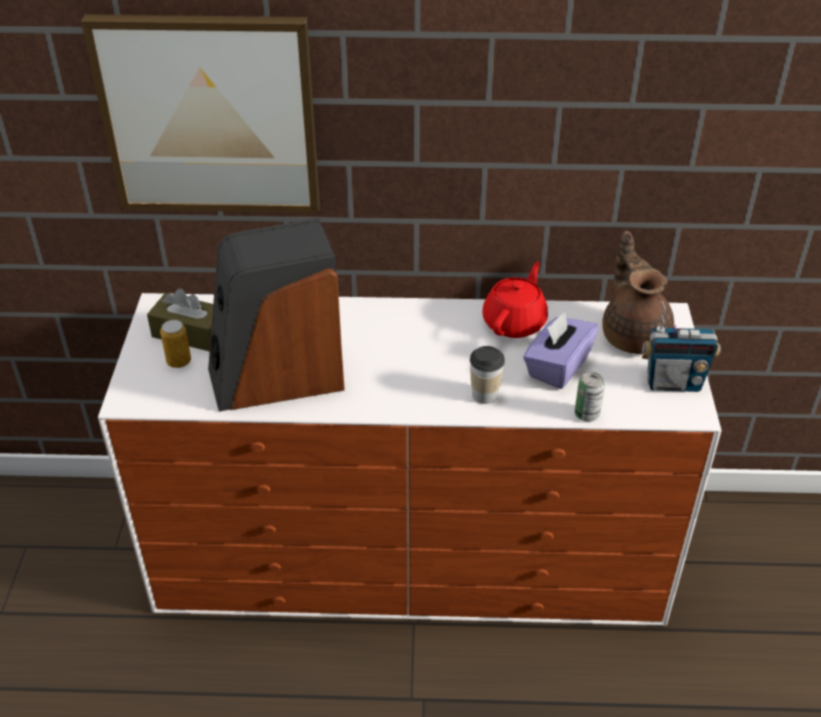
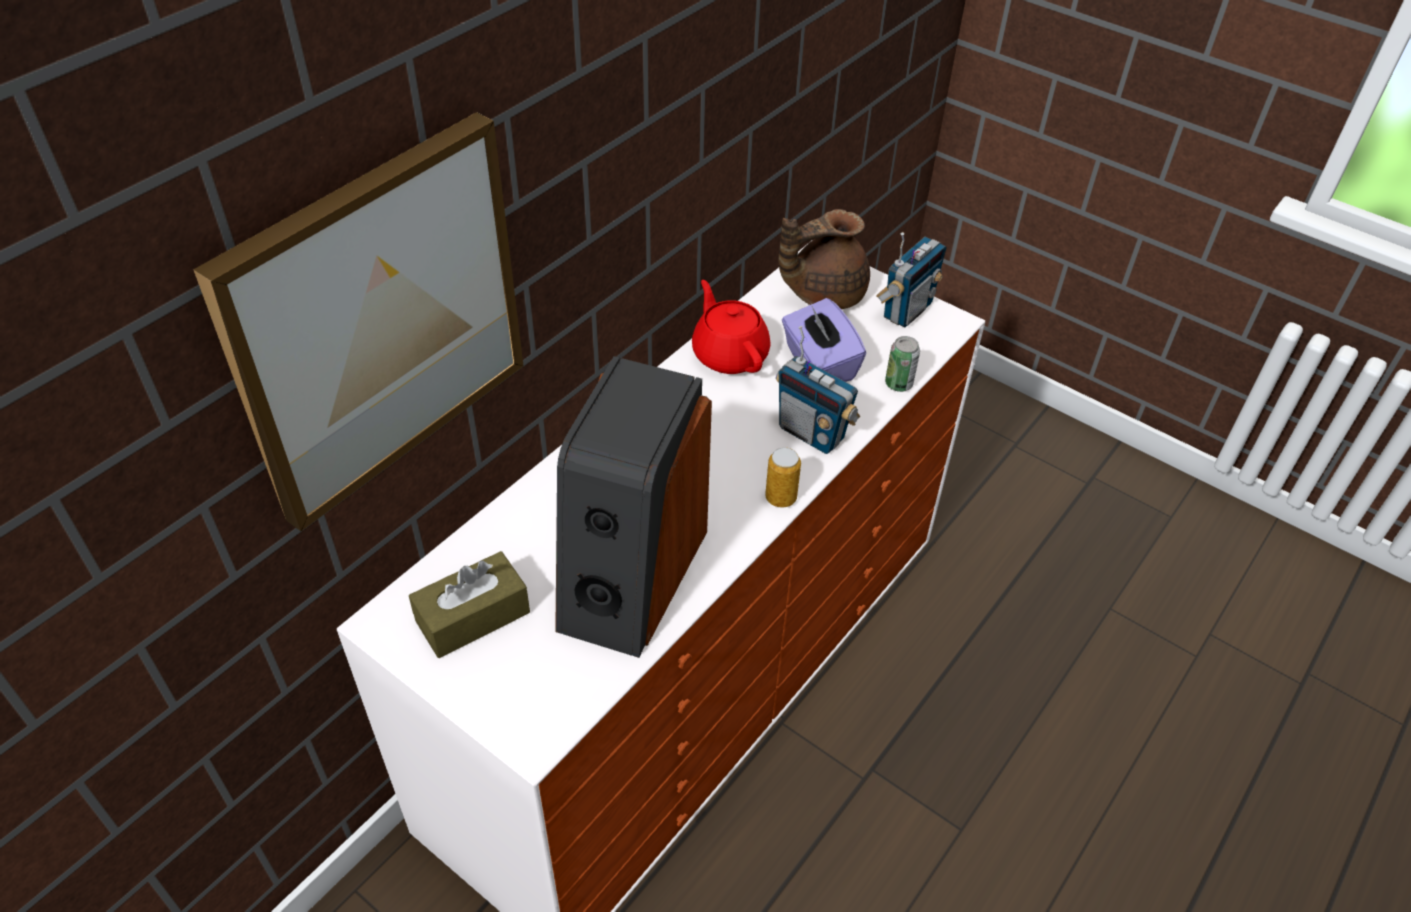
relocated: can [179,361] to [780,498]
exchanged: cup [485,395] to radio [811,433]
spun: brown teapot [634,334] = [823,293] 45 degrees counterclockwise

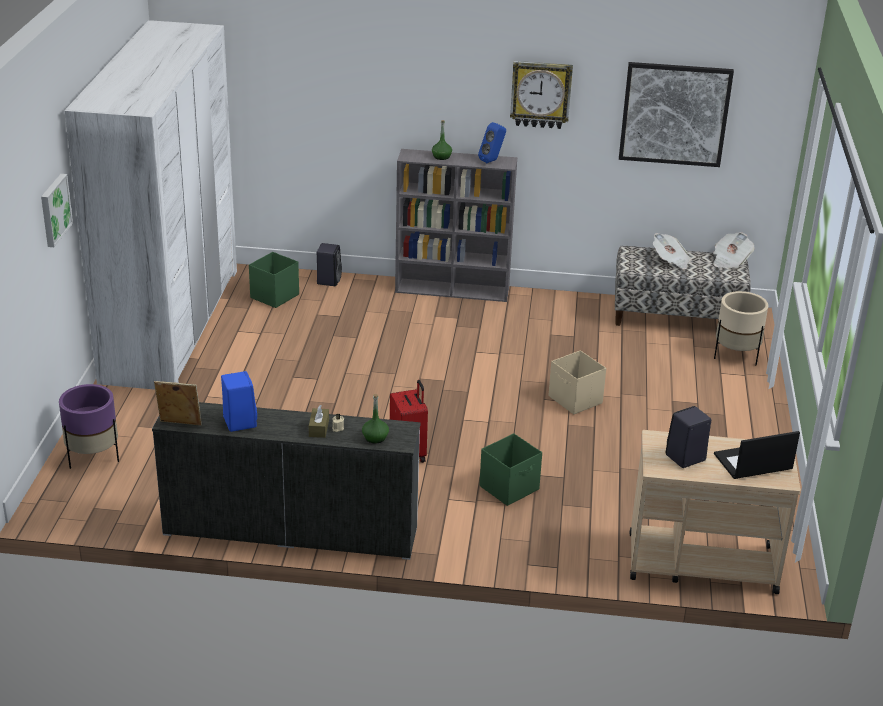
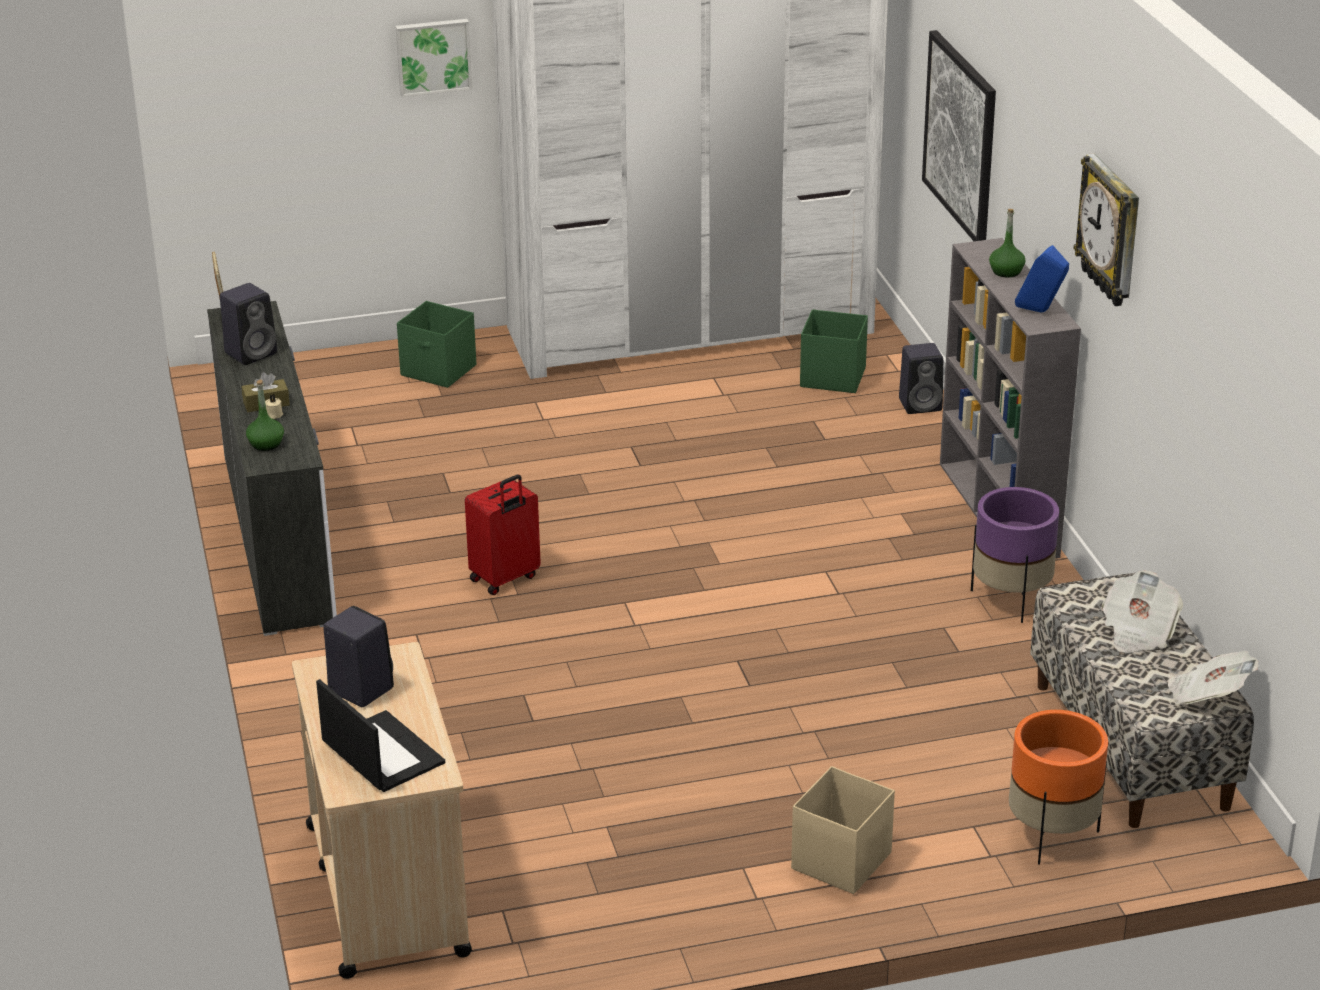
relocated: purple planter [93,457] to [1011,599]; green storage box [510,488] to [439,371]; beige storage box [575,400] to [840,862]; picture [674,114] to [961,136]
colour: blue speaker [239,421] to black speaker [252,352]; beige planter [736,356] to orange planter [1051,835]

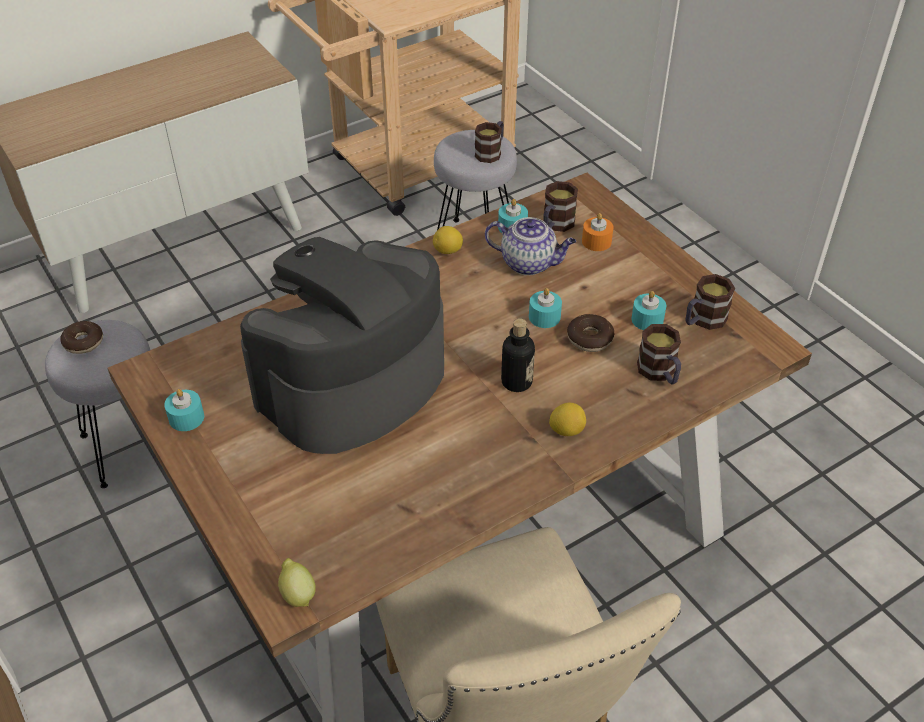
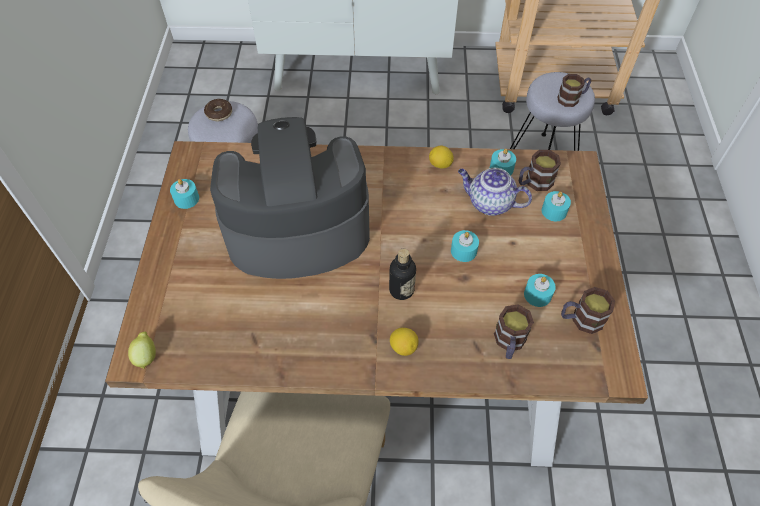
missing: donut [589,338]
colour: orange candle [596,241] to turquoise candle [554,211]
spun: teapot [529,263] = [489,203] 150 degrees clockwise

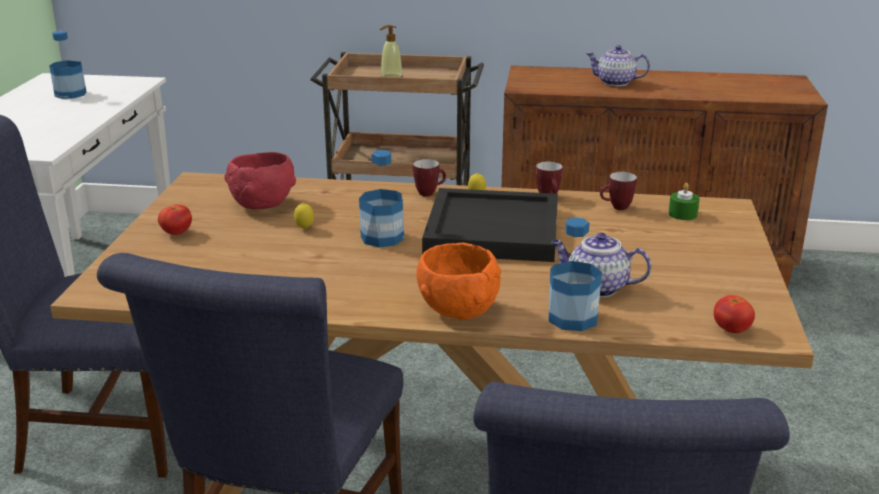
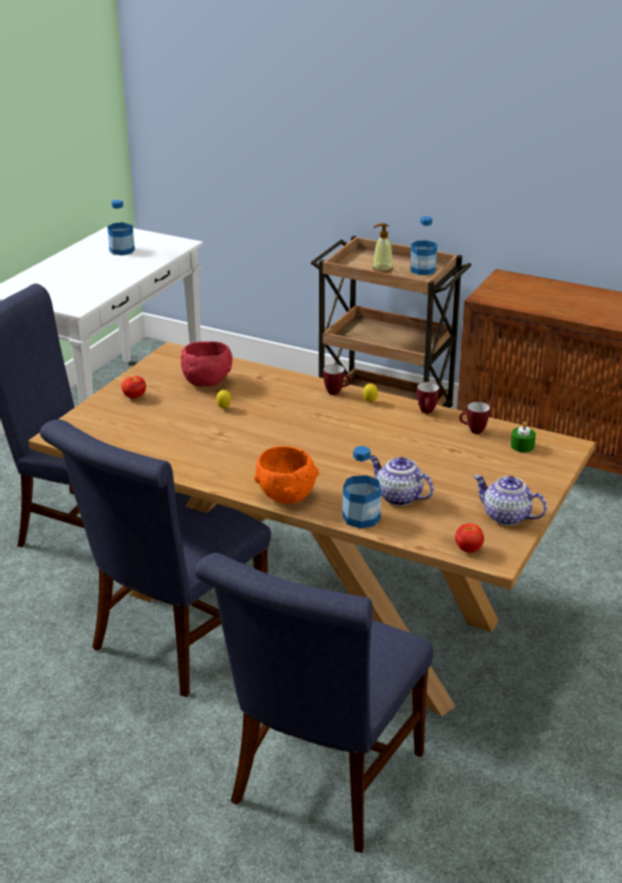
missing: black tray [494,230]
relocated: bottle [382,238] to [423,270]; teapot [616,82] to [507,517]

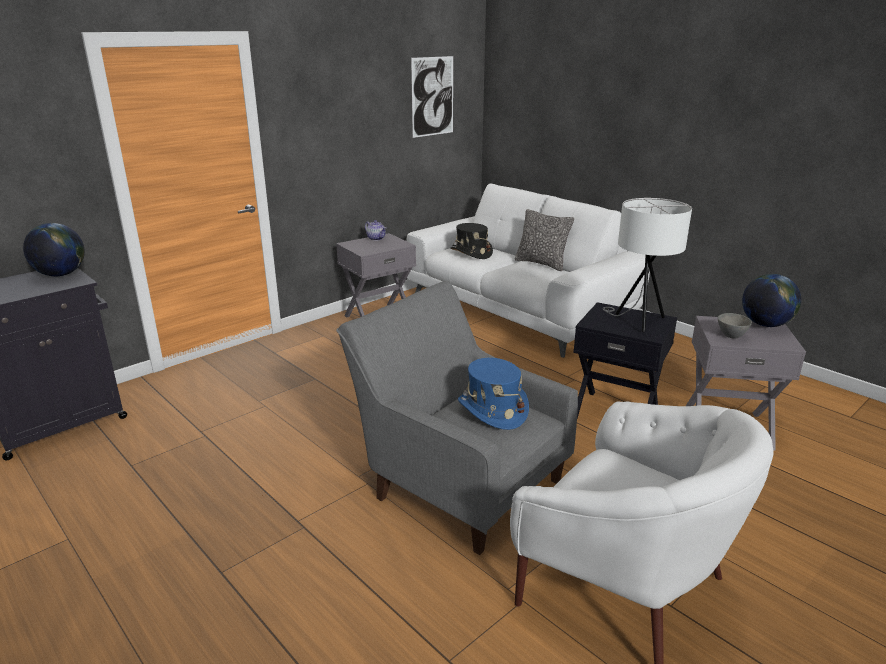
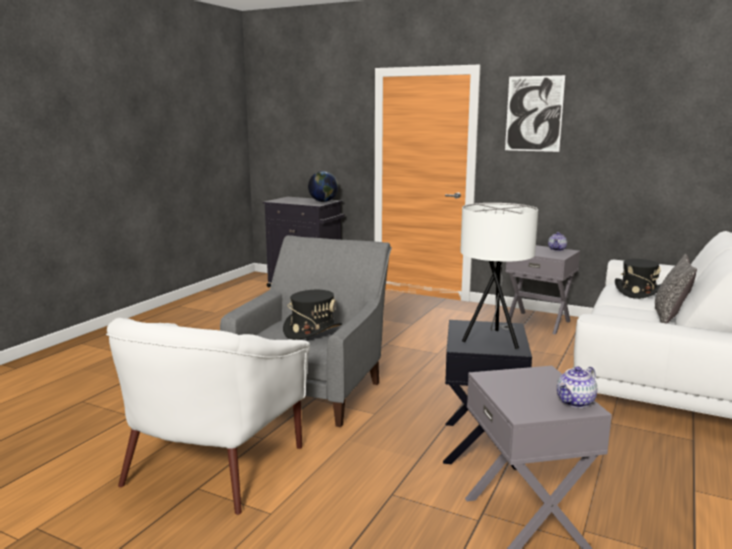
missing: grey bowl [731,335]
relocated: picture [432,96] to [534,114]
exchanged: globe [765,325] to teapot [575,402]
colour: blue hat [492,410] to black hat [312,330]

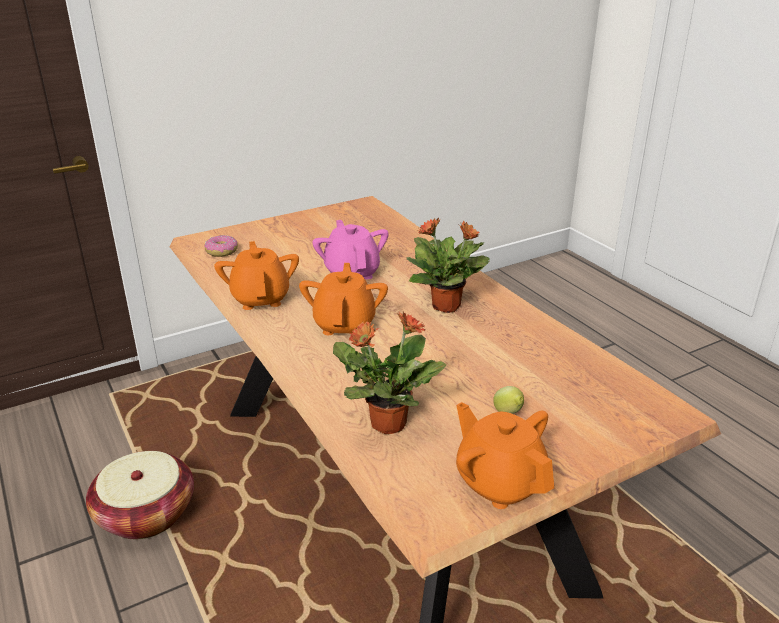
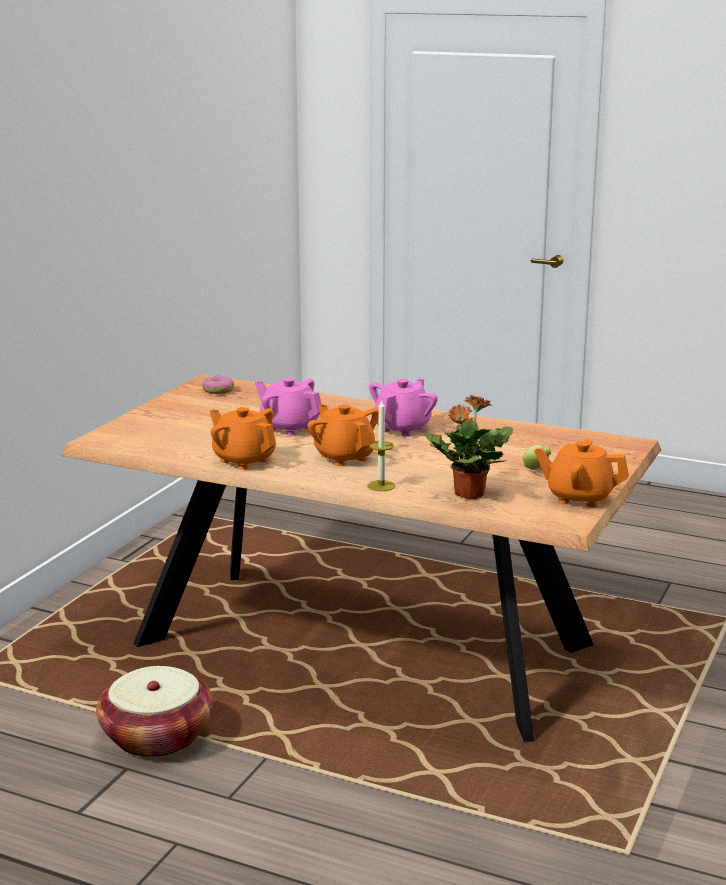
appeared: candle [381,486]
relocated: donut [222,251] to [218,390]
exchanged: potted plant [447,306] to pink teapot [402,428]

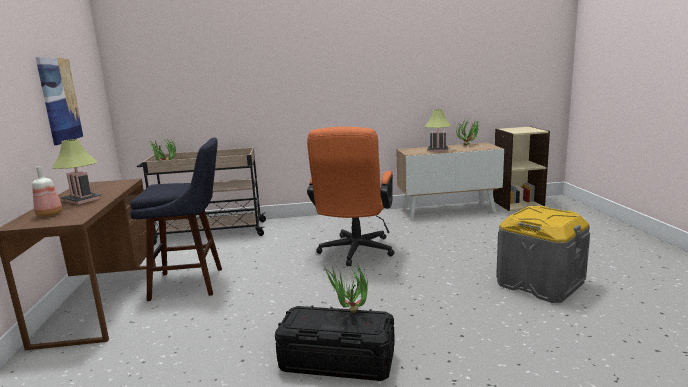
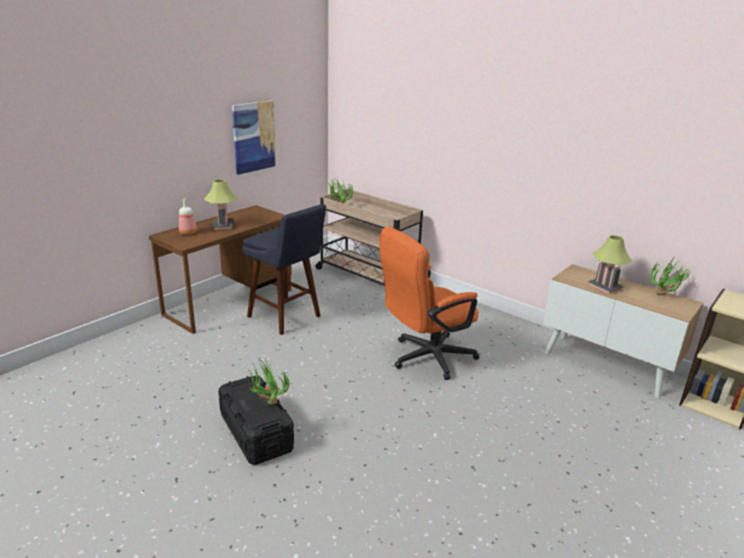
missing: grey storage box [539,283]

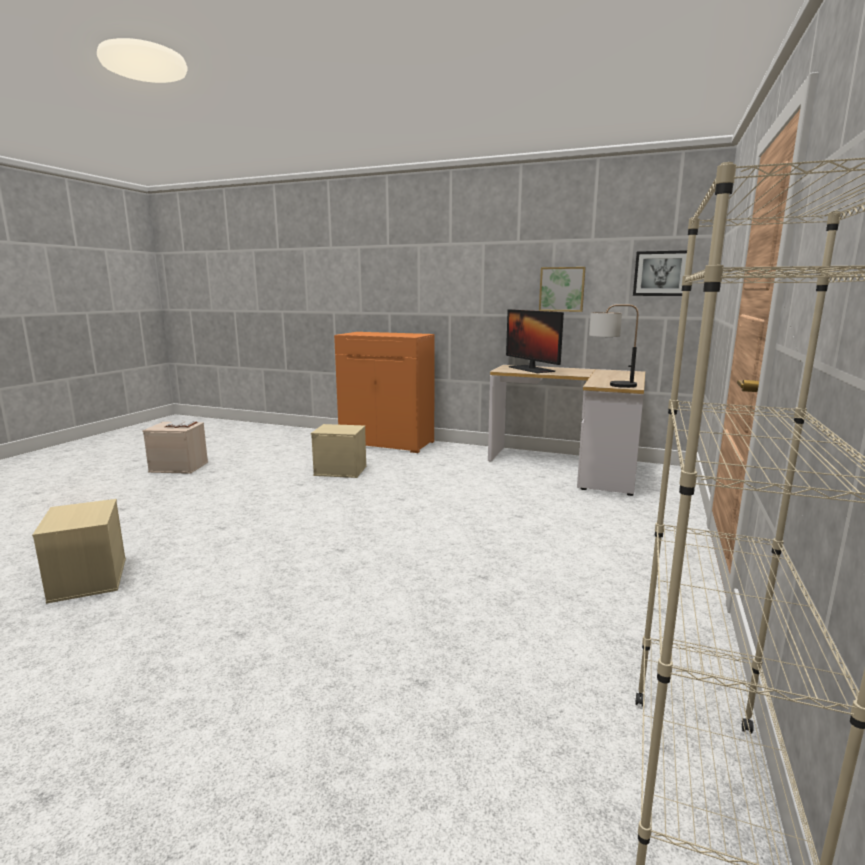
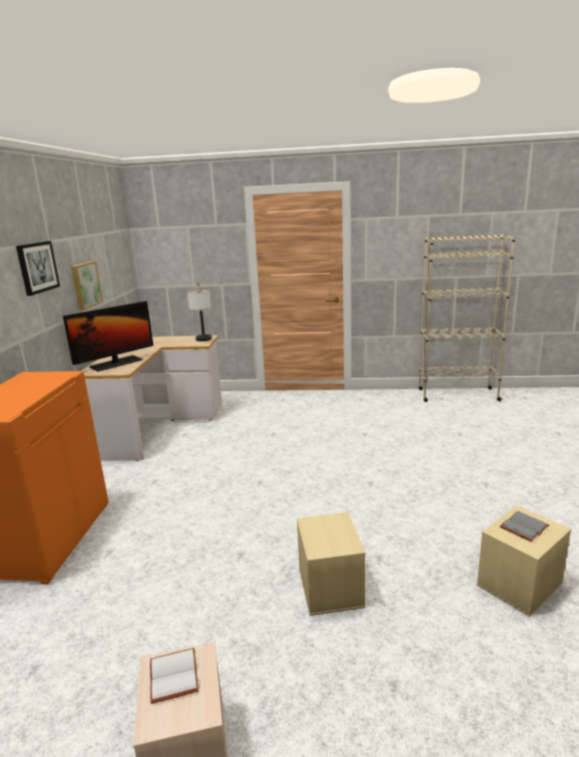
appeared: grey book [523,526]
relocated: beige storage box [341,470] to [329,586]; picture [661,273] to [37,267]

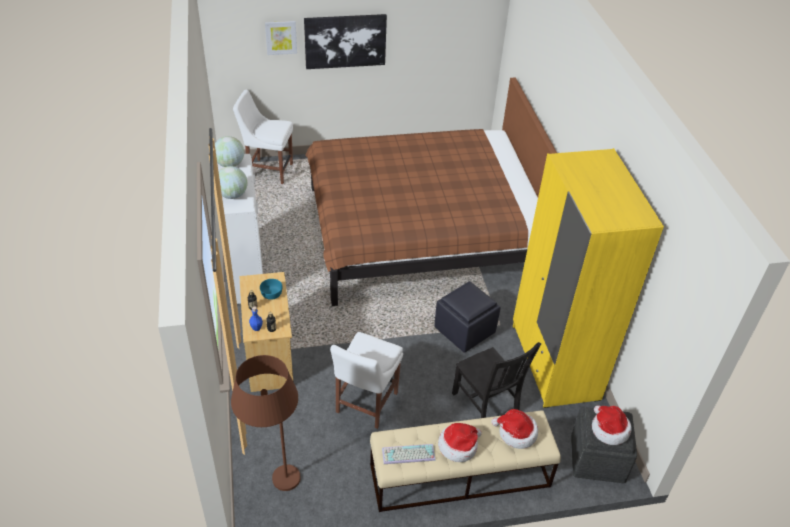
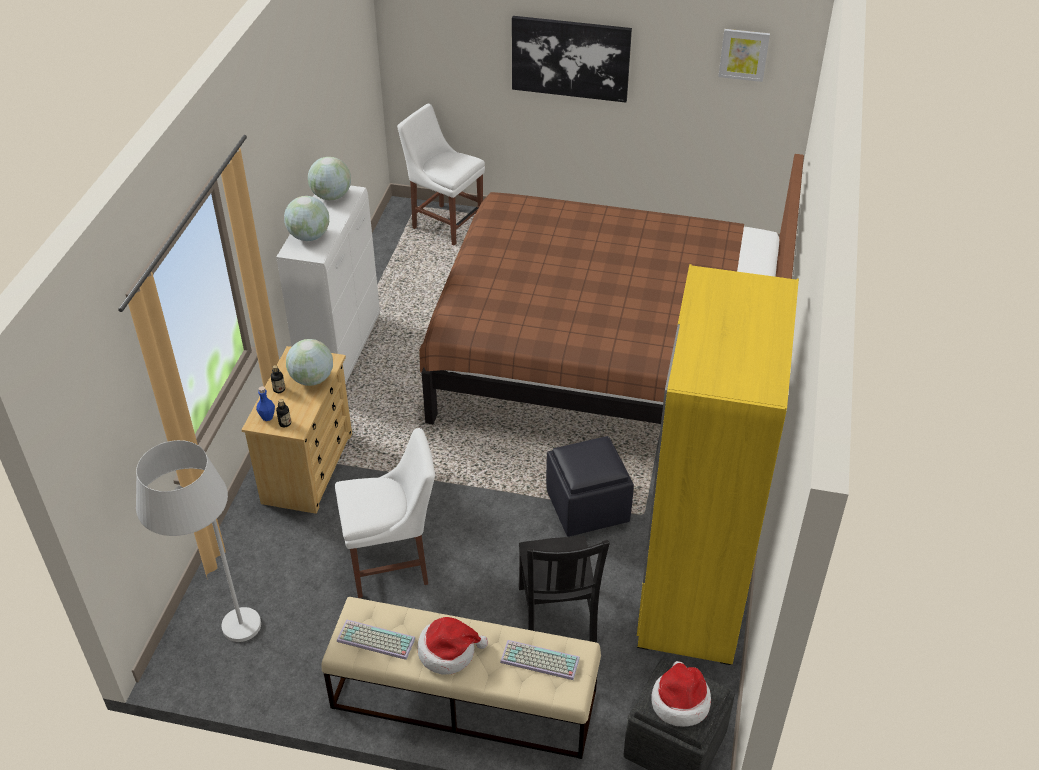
relocated: picture [281,37] to [744,54]
exchanged: turquoise bowl [271,294] to globe [312,379]; hat [516,433] to keyboard [538,661]
colour: brown floor lamp [275,489] to white floor lamp [221,635]
spun: white chair [365,404] = [393,565] 150 degrees counterclockwise

